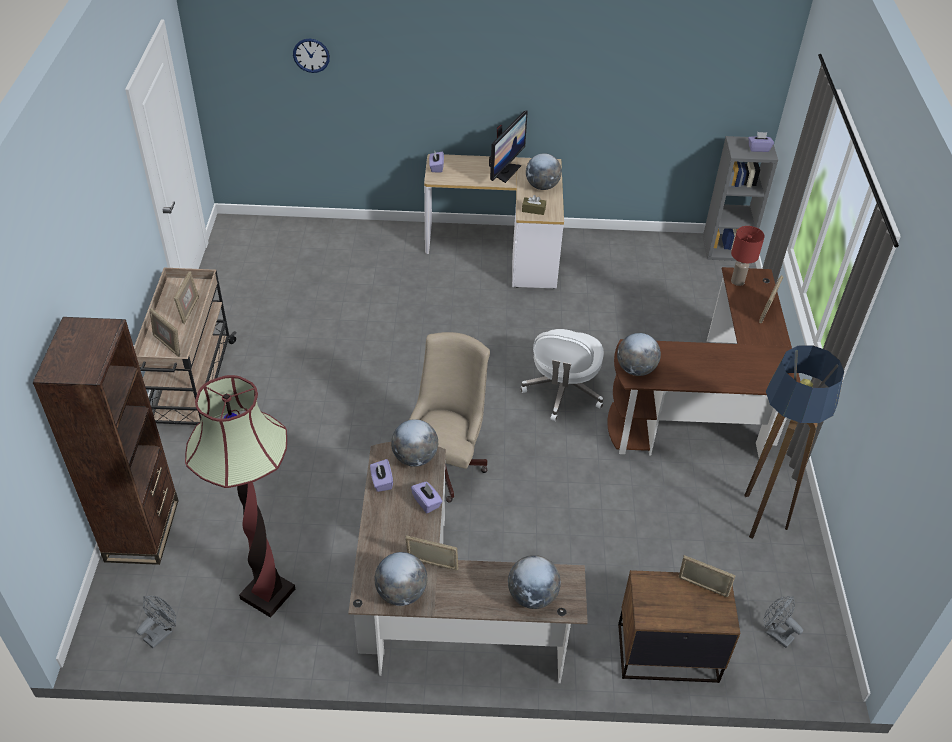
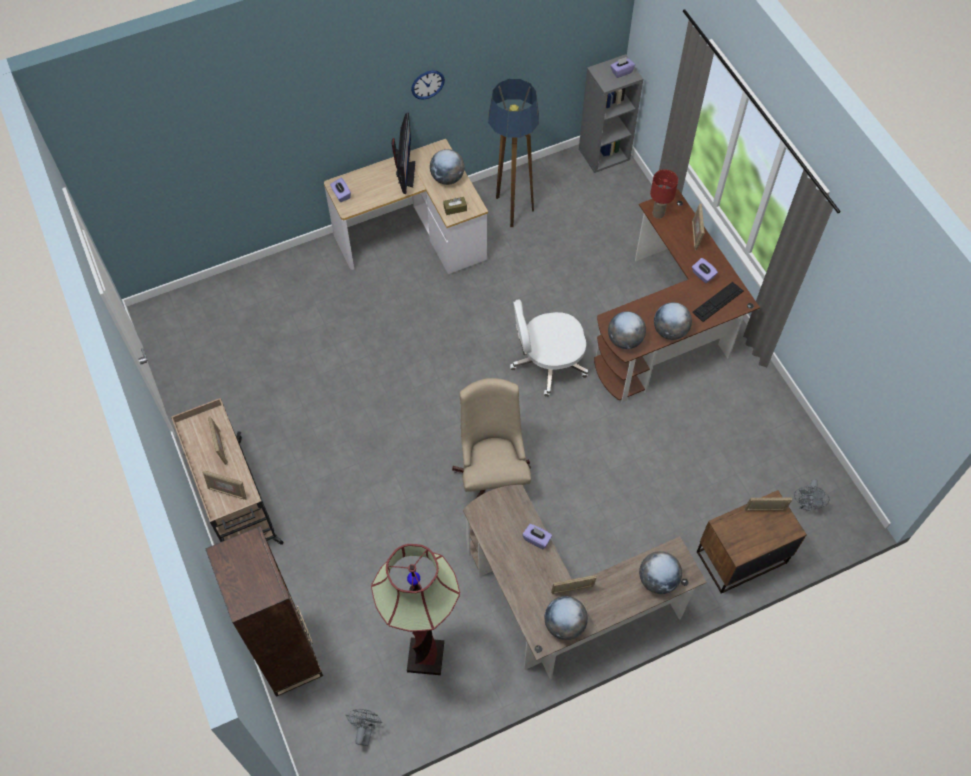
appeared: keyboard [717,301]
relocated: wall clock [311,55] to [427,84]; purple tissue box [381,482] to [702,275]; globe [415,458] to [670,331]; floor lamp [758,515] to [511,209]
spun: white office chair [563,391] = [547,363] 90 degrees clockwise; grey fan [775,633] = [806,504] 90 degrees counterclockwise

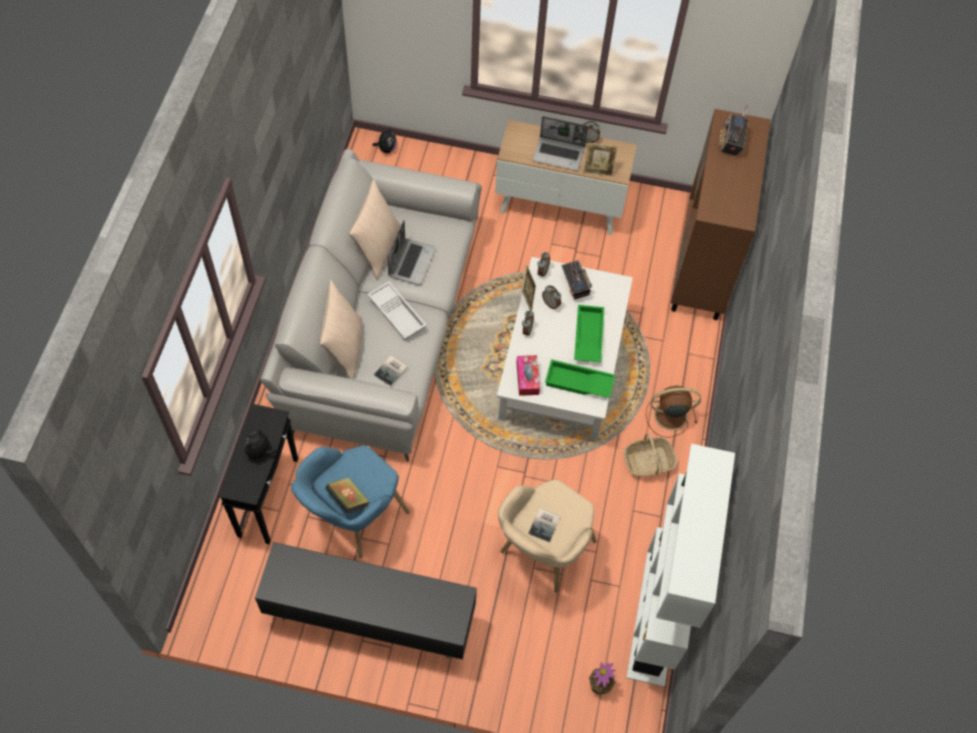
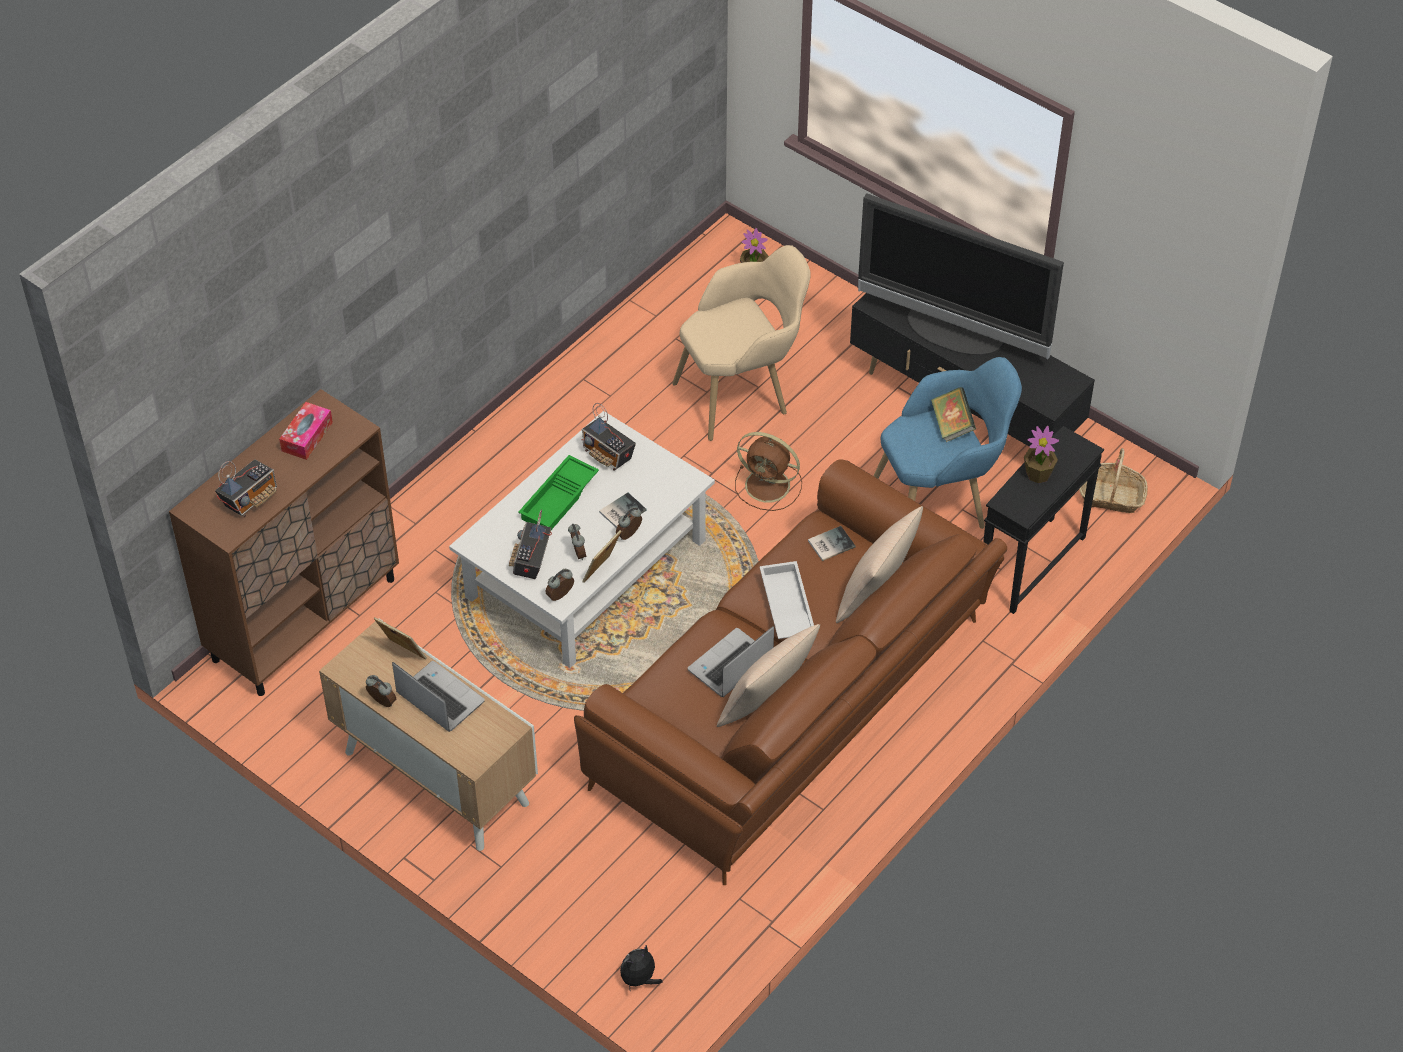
missing: white bookcase [656,617]
appeared: television [953,333]
relocated: tissue box [527,378] to [307,436]; book [545,525] to [621,511]; basket [648,462] to [1111,496]; brown fan [668,415] to [769,486]
exchanged: plush toy [260,452] to potted plant [1038,474]; green tray [578,383] to radio [608,455]
colour: grey sofa [381,326] to brown sofa [792,708]

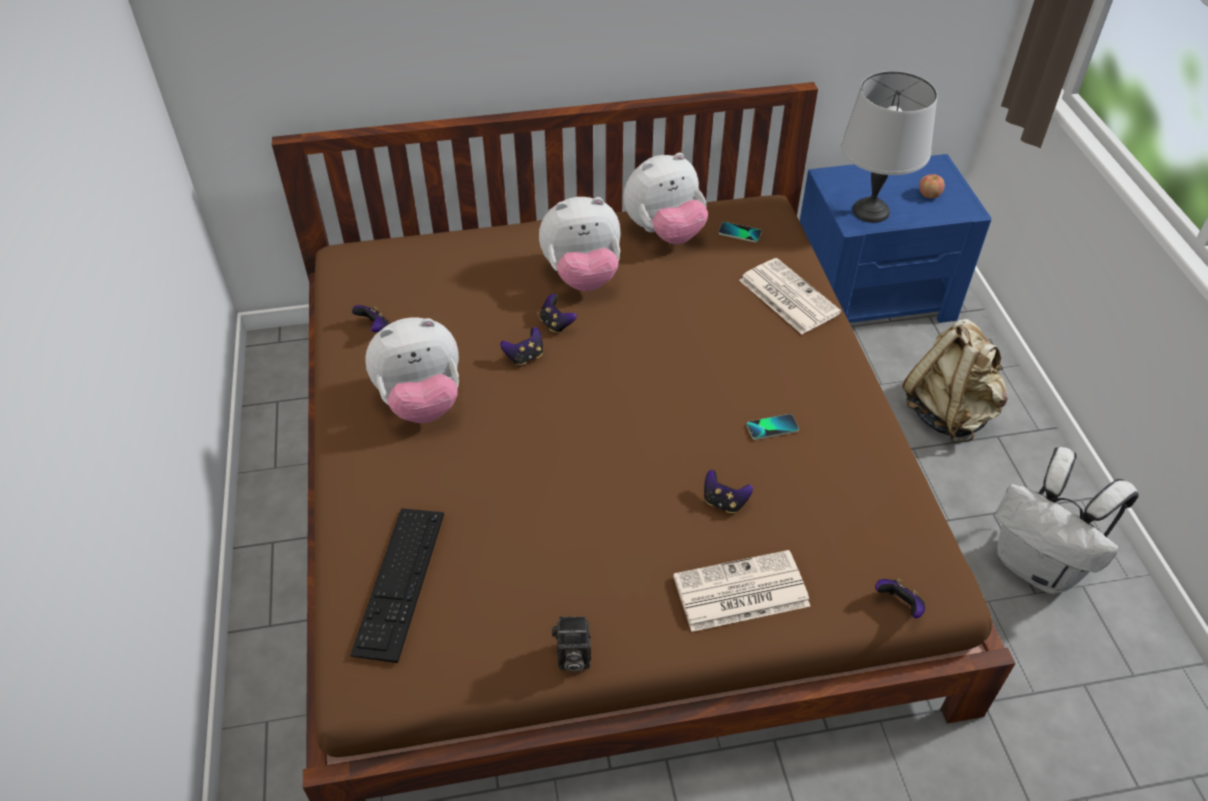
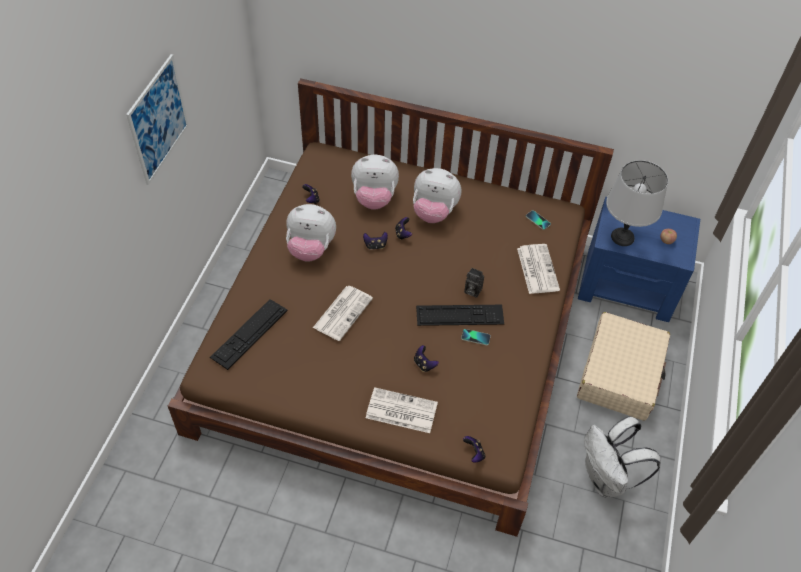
appeared: picture [158,120]; newspaper [343,312]; keyboard [460,315]
relocated: photo camera [572,658] to [471,290]; plush toy [665,232] to [374,198]
exchanged: beige backpack [948,412] to beige suitcase [620,373]

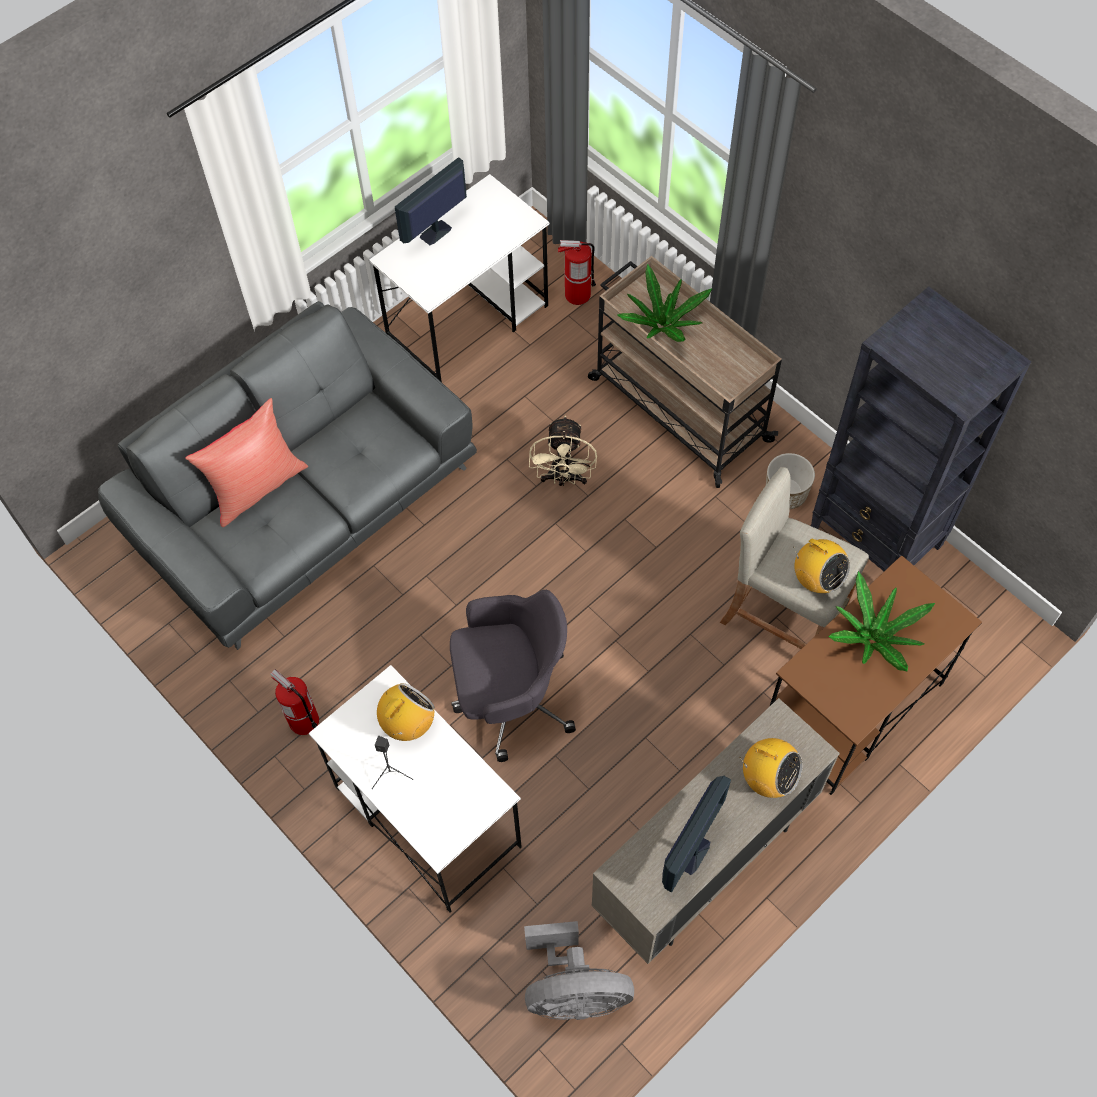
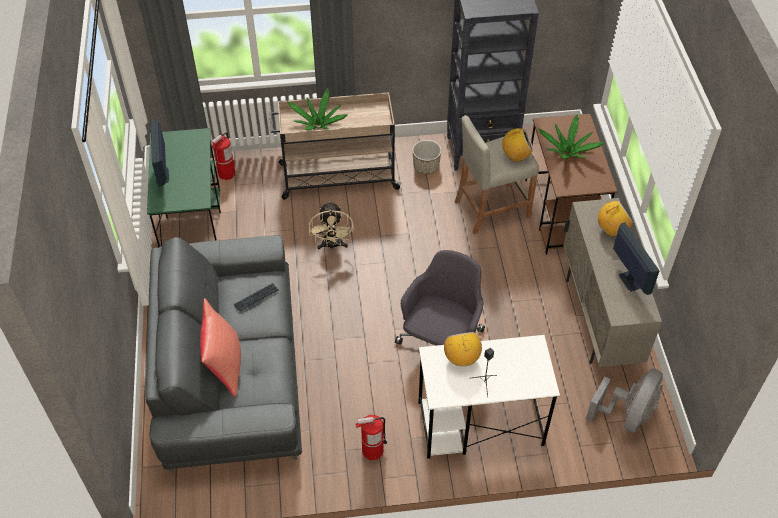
appeared: keyboard [256,298]
colour: white desk [469,322] to green desk [193,228]
spun: beige fan [563,478] = [332,245] 45 degrees clockwise

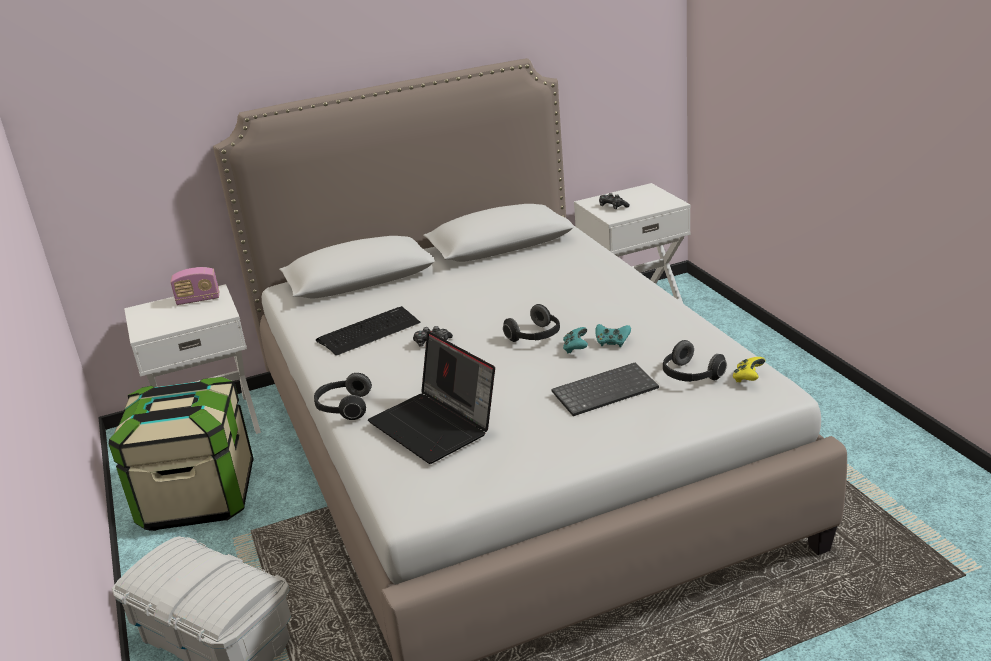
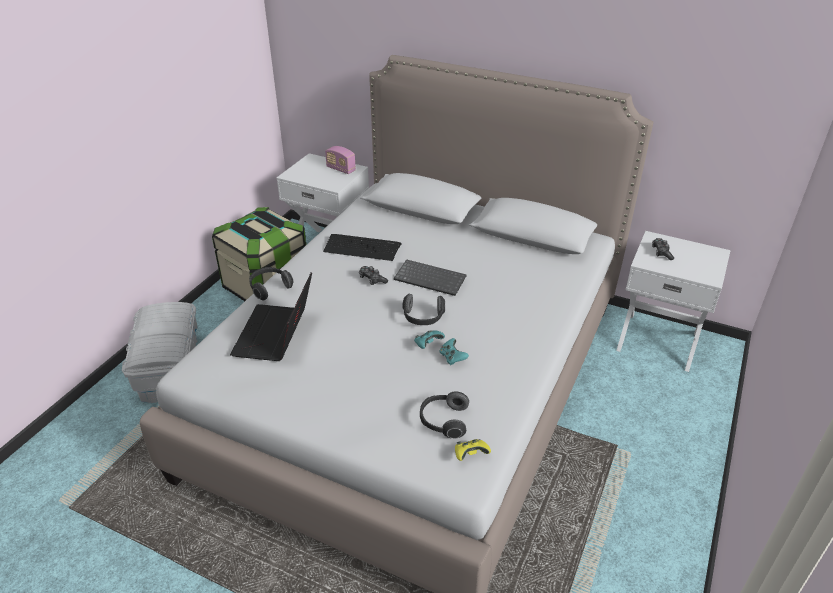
relocated: keyboard [605,390] to [431,278]

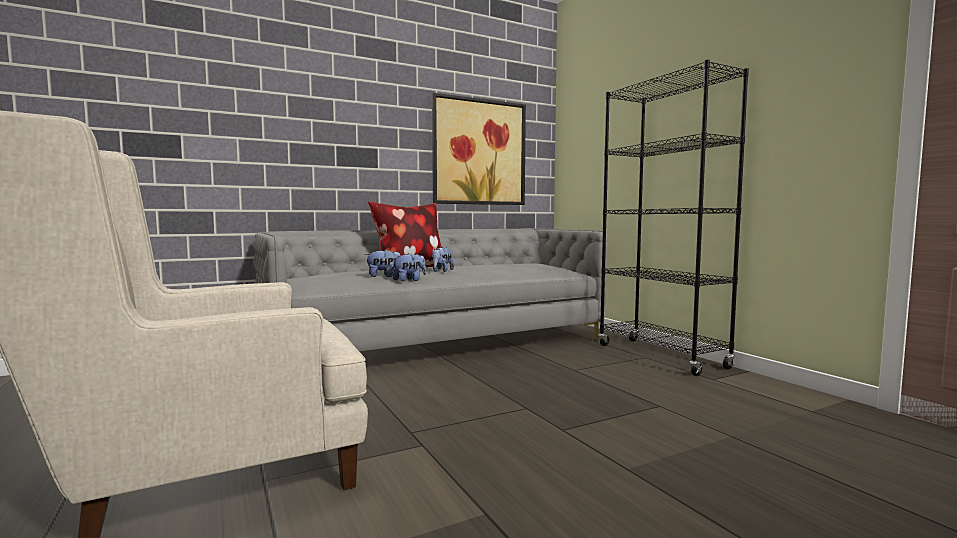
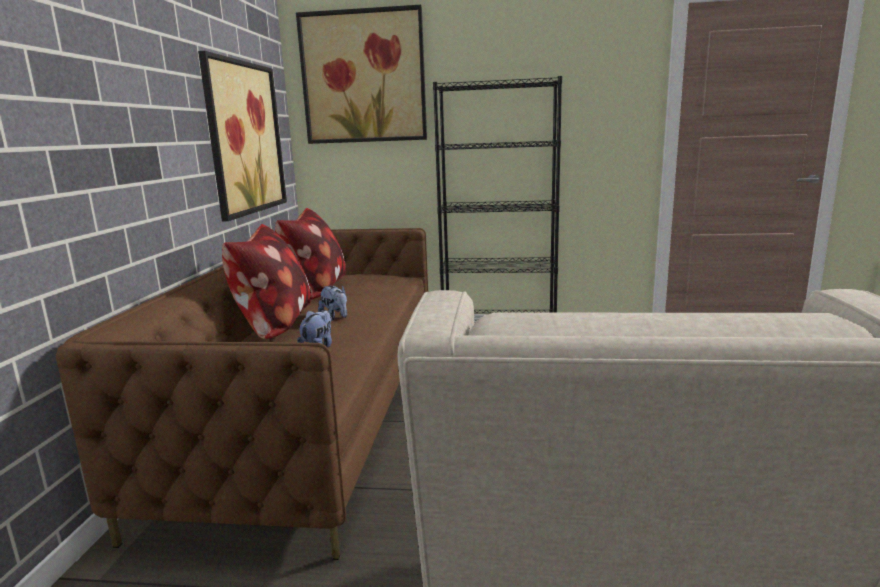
missing: plush toy [409,280]
appeared: pillow [315,290]; picture [363,77]
colour: grey sofa [439,344] to brown sofa [319,409]

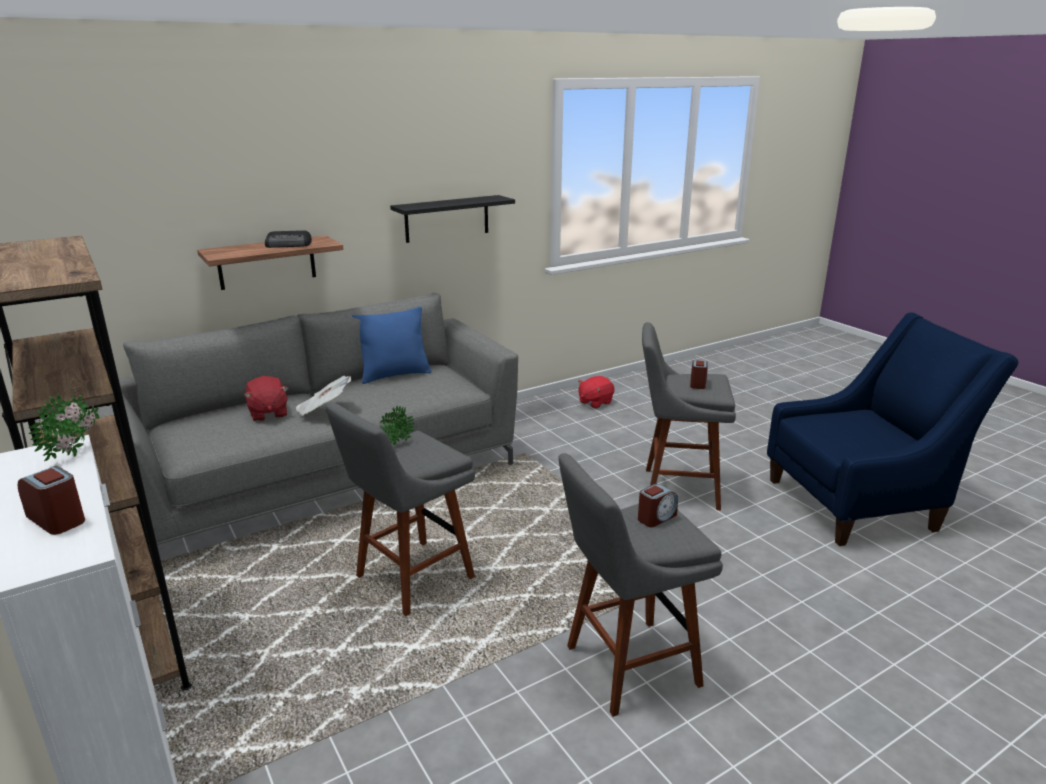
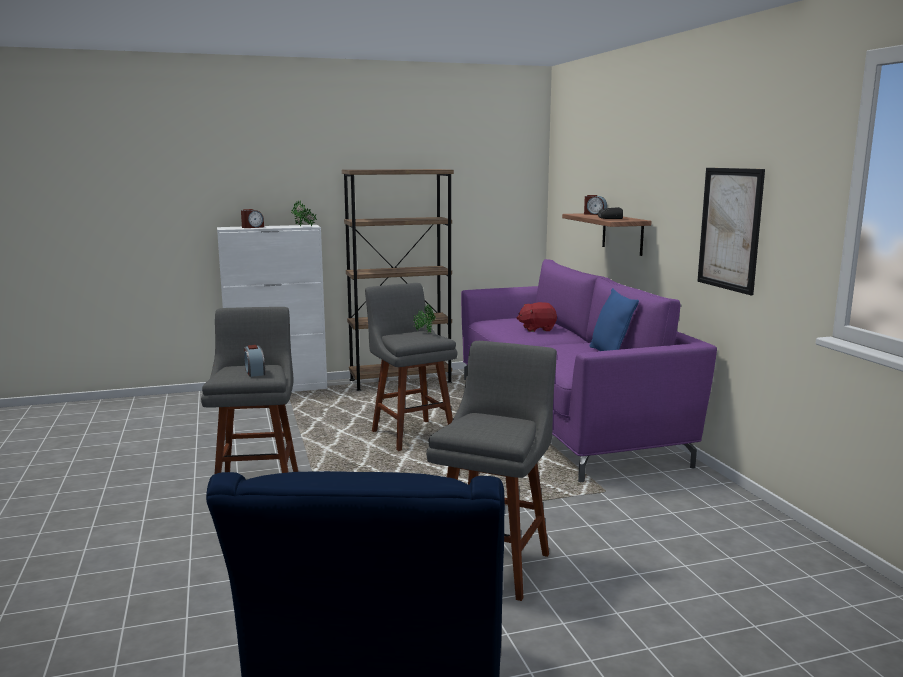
missing: newspaper [323,410]; red plush toy [595,402]
relocated: alarm clock [698,383] to [594,214]
exchanged: black shelf [447,218] to picture [730,229]
colour: grey sofa [329,483] to purple sofa [563,416]

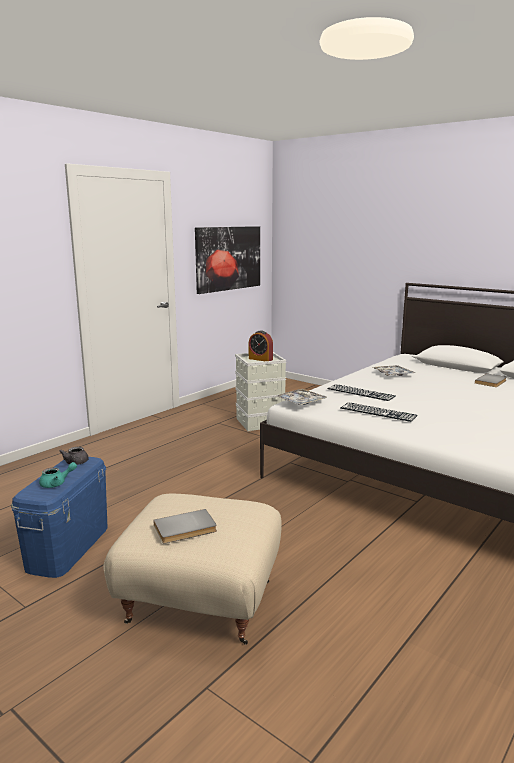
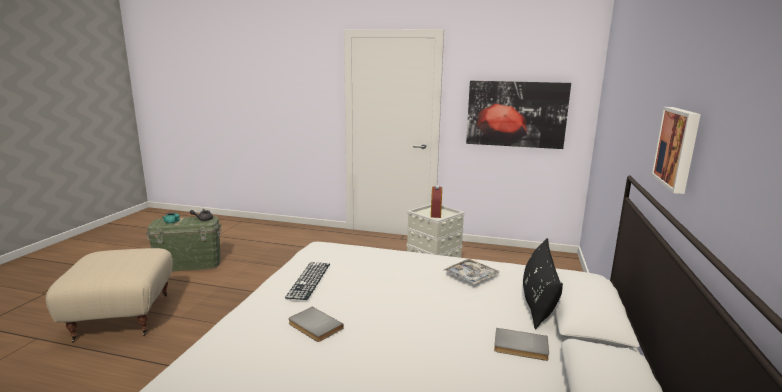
missing: tray [301,402]; keyboard [361,392]
appeared: black pillow [537,301]; picture [678,148]
relocated: grey book [185,529] to [313,326]
colour: blue storage box [68,547] to green storage box [188,265]

